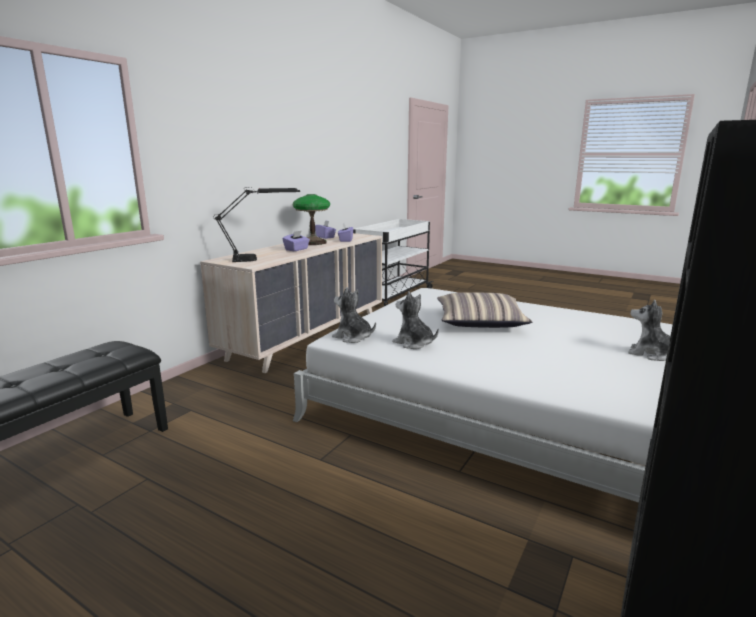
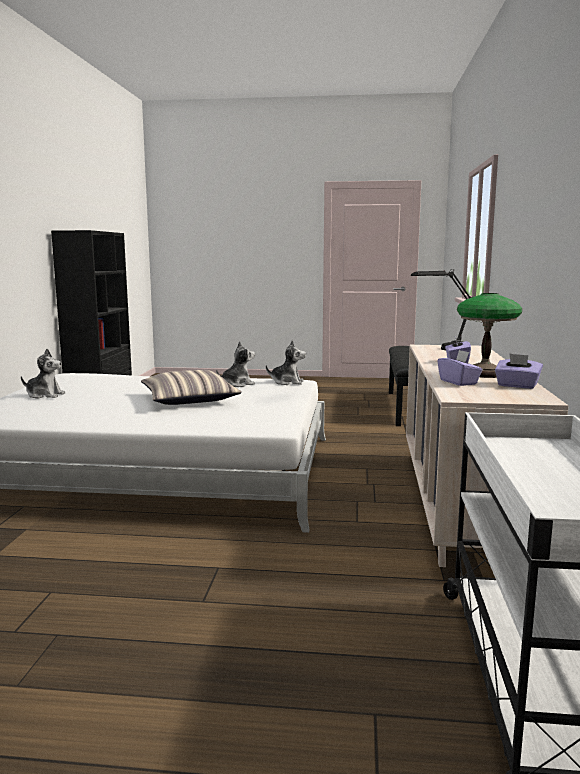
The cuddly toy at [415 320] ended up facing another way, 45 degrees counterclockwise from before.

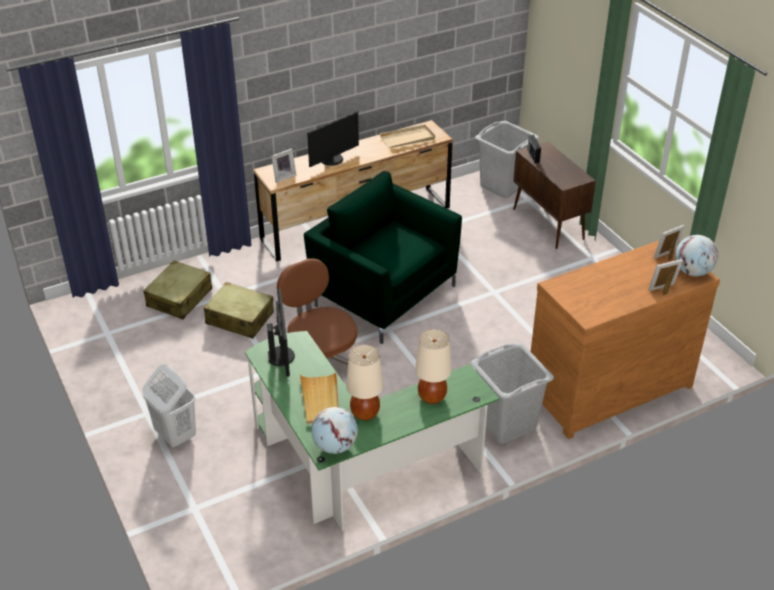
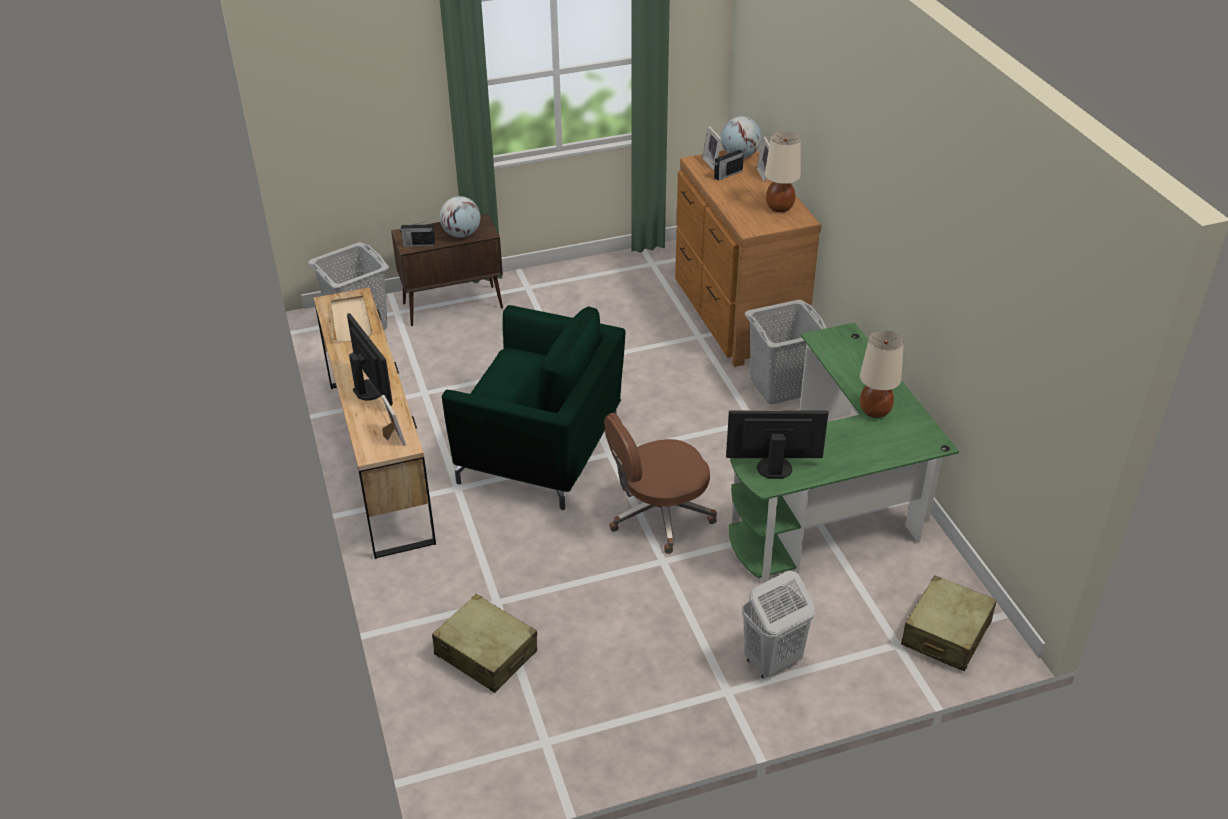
The second view lost the carrying tray in sand-coloured at [319 398]. The second view gained the radio receiver at [729 164]. The piece of luggage in sand-coloured ended up elsewhere, having gone from [239 310] to [949 623]. The desk globe ended up elsewhere, having gone from [334 430] to [460 217]. The table lamp in sand-coloured ended up elsewhere, having gone from [433 366] to [783 171]. The lounge chair in green-coloured at [383 257] ended up facing another way, 120 degrees counterclockwise from before.

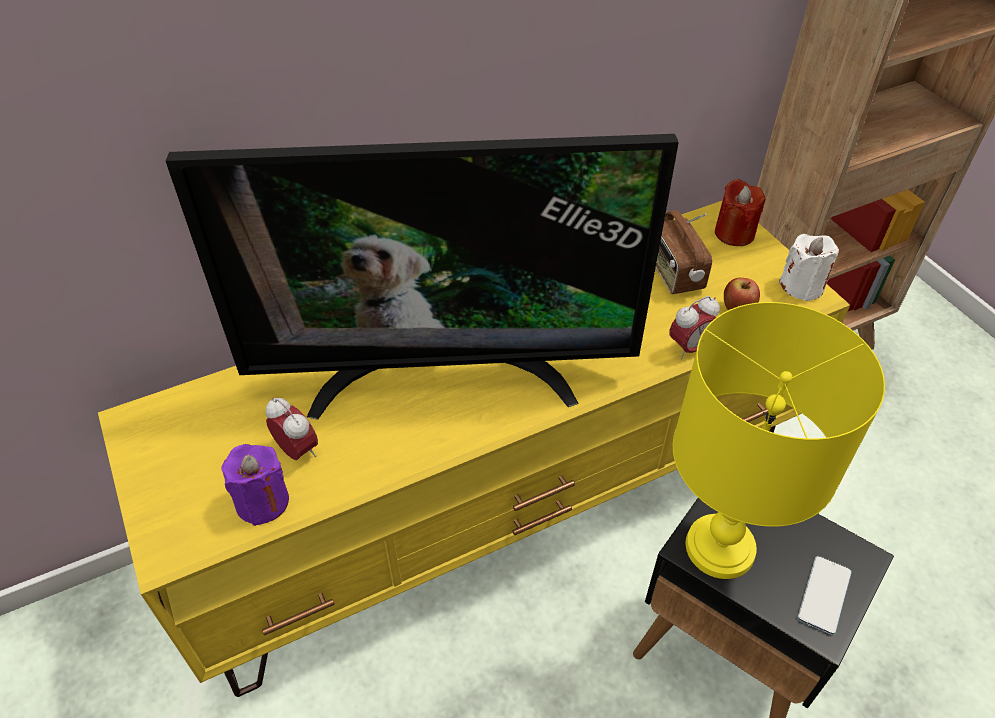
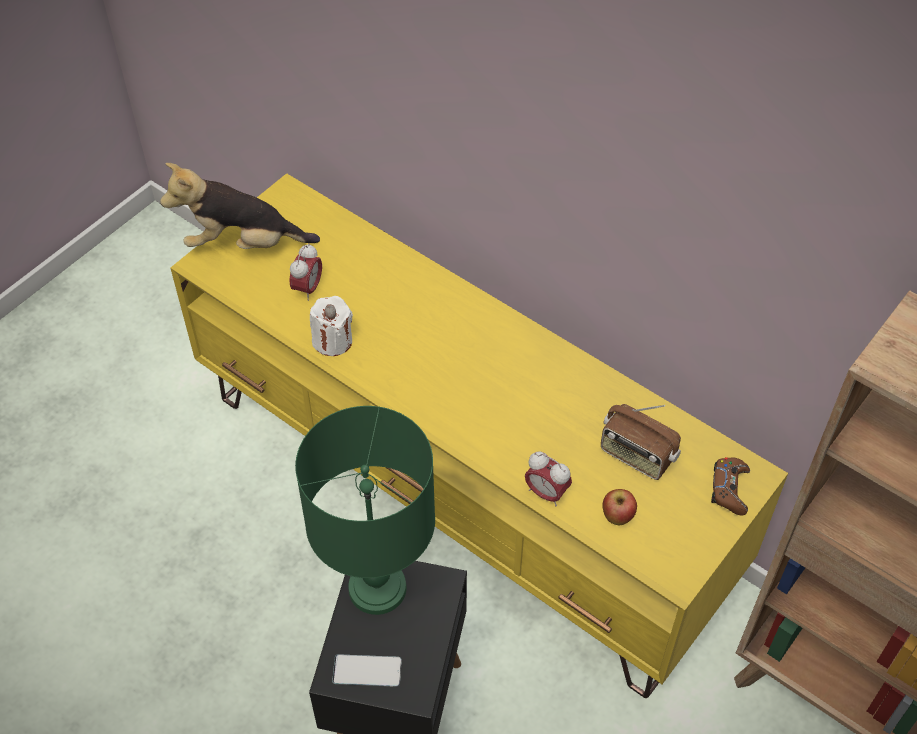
The second view lost the television at [422 276]. The second view lost the wax light in purple at [255 485]. The second view gained the cuddly toy at [240 206]. The wax light in white-coloured ended up elsewhere, having gone from [809 267] to [331 326]. Where the wax light in red stood at [740 212], the gamepad in brown-coloured came to stand at [730 486]. What was the table lamp in yellow-coloured at [779 440] turned into the table lamp in green-coloured at [365 510]. The radio receiver at [684 252] ended up facing another way, 105 degrees counterclockwise from before.

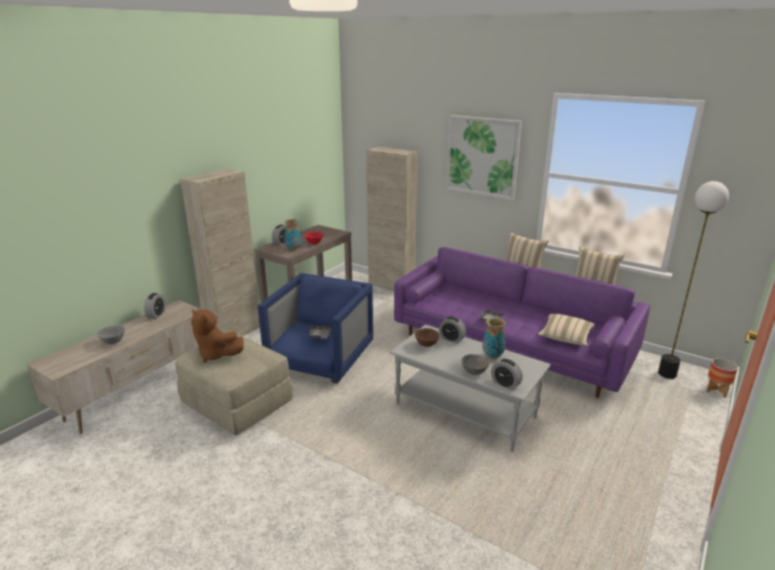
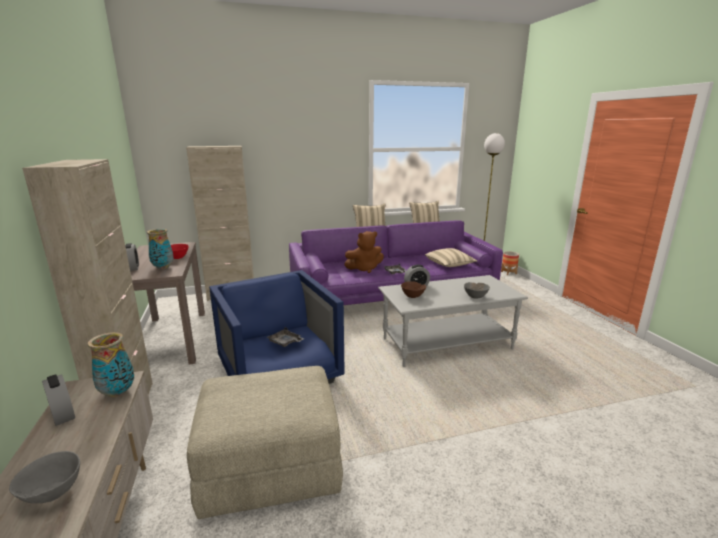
The second view lost the wall art at [484 157]. The second view lost the bedside clock at [507 374]. The cuddly toy in brown-coloured ended up elsewhere, having gone from [217 336] to [364 252]. The decorative vase ended up elsewhere, having gone from [494 338] to [111 364].

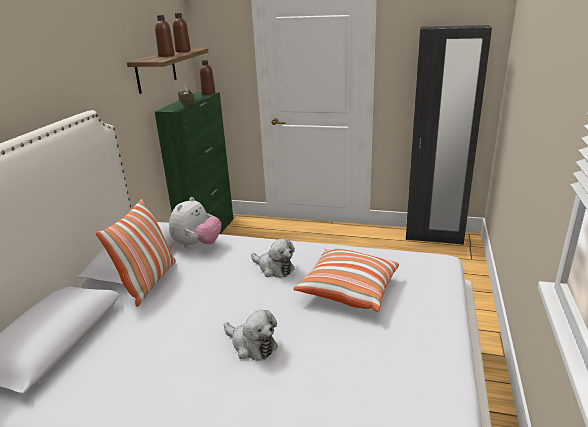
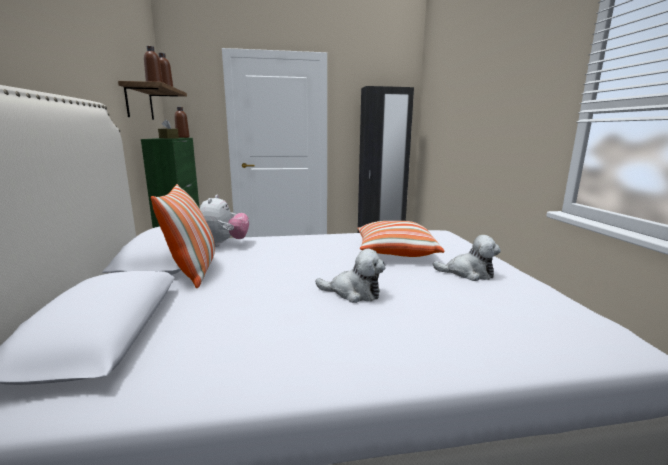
The cuddly toy ended up elsewhere, having gone from [273 258] to [467 258].

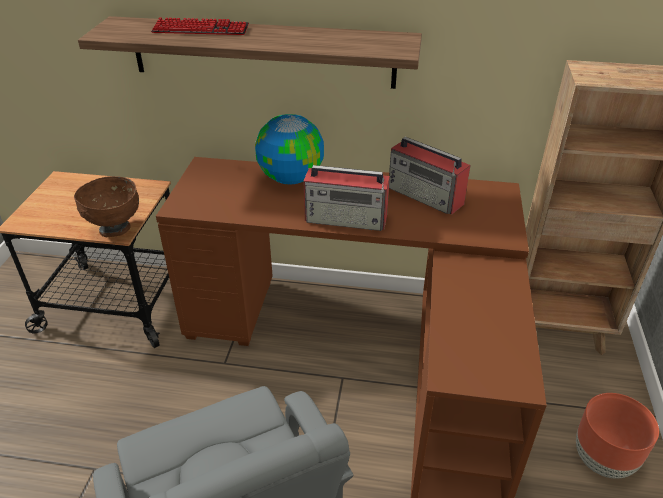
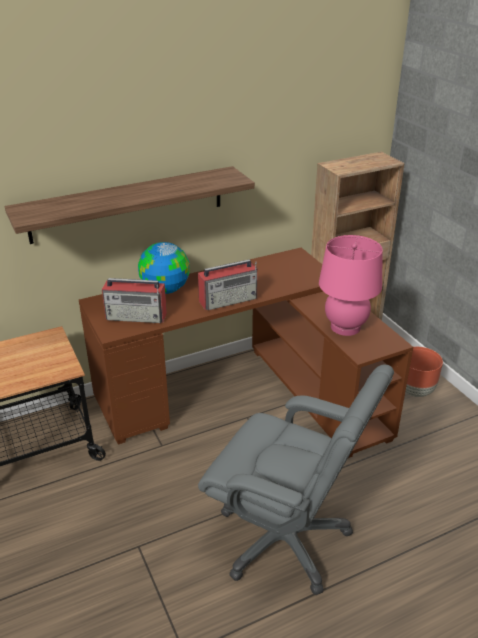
The second view lost the deep dish in brown-coloured at [106 206]. The second view lost the computer keyboard at [200 26]. The second view gained the table lamp in pink at [351 285]. The radio receiver ended up elsewhere, having gone from [429 176] to [134 300].

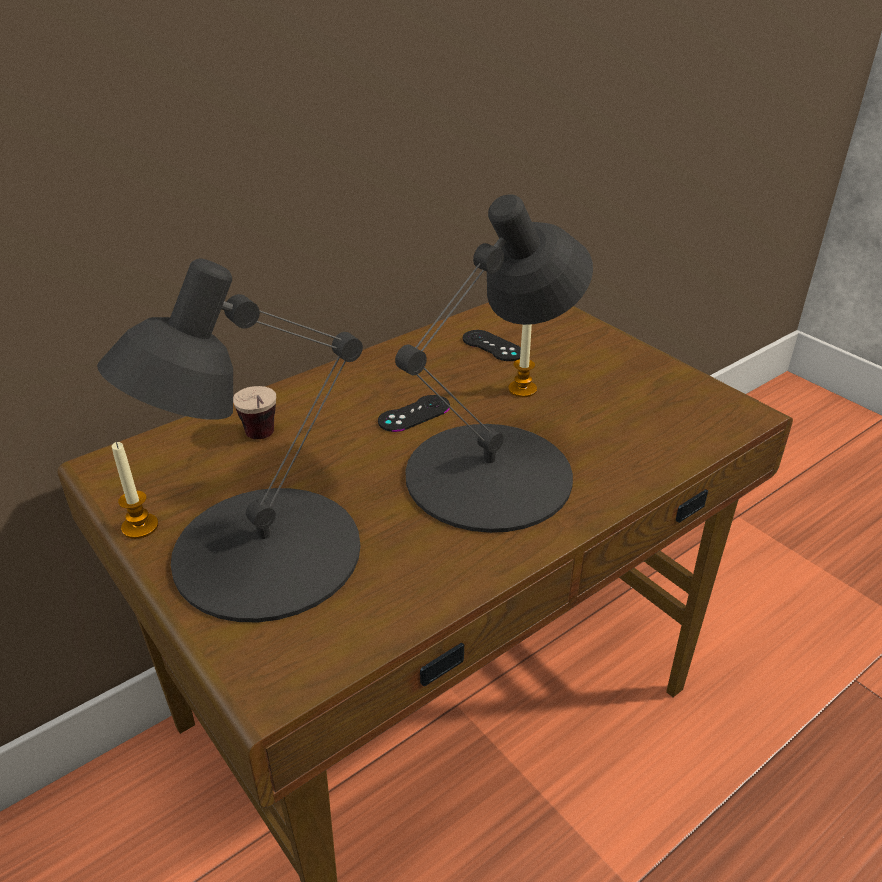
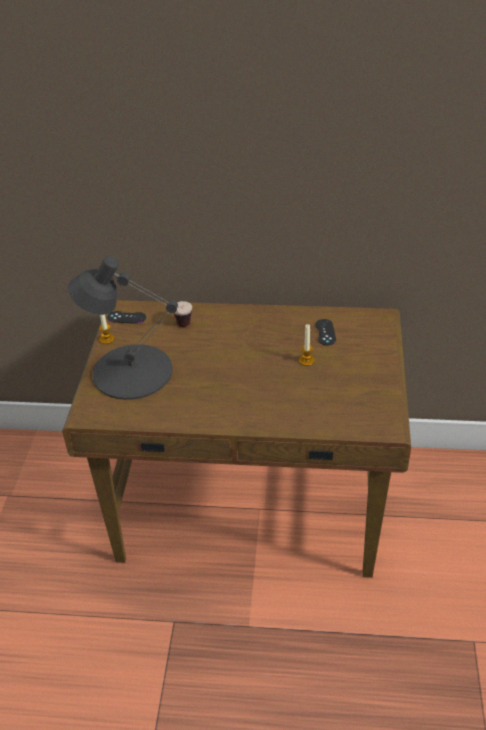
The second view lost the table lamp in black at [494 363]. The gamepad in black ended up elsewhere, having gone from [414 413] to [127 317].

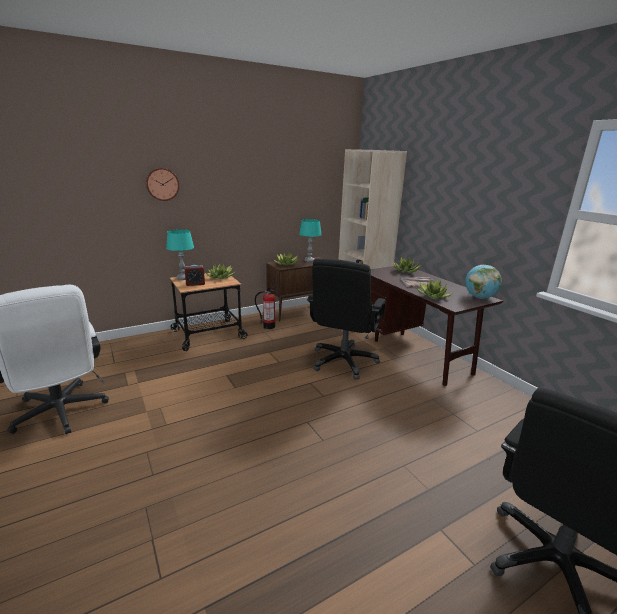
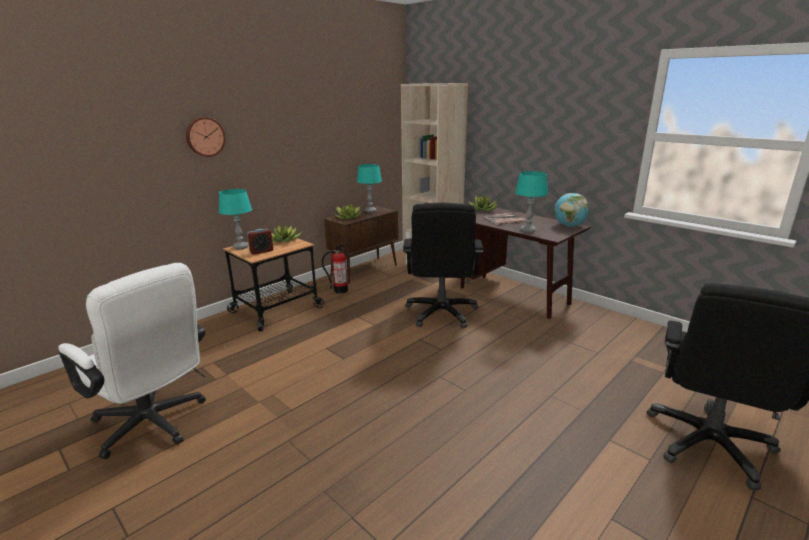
Where the plant in a pot stood at [435 289], the table lamp in turquoise came to stand at [531 202].

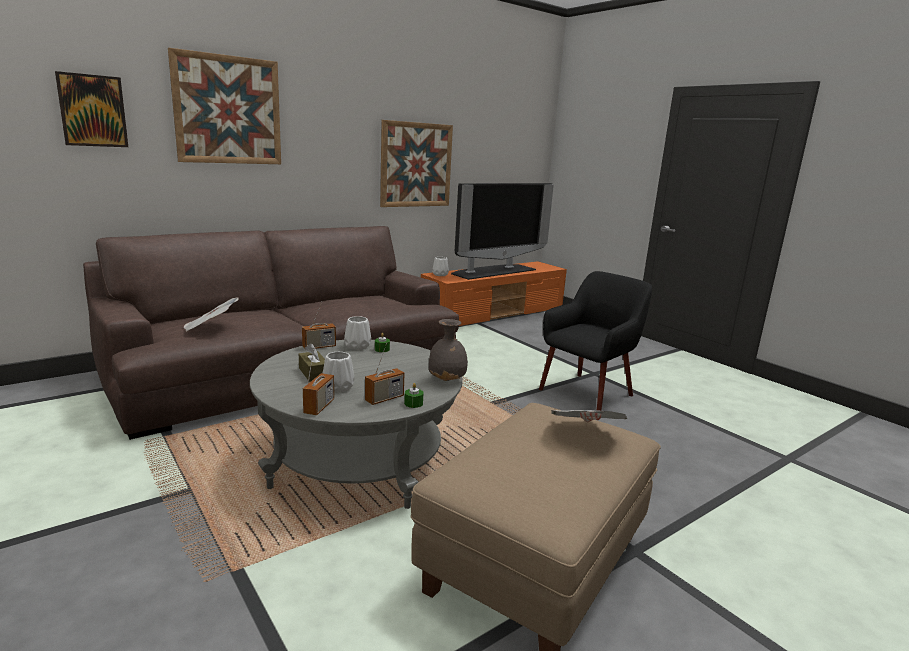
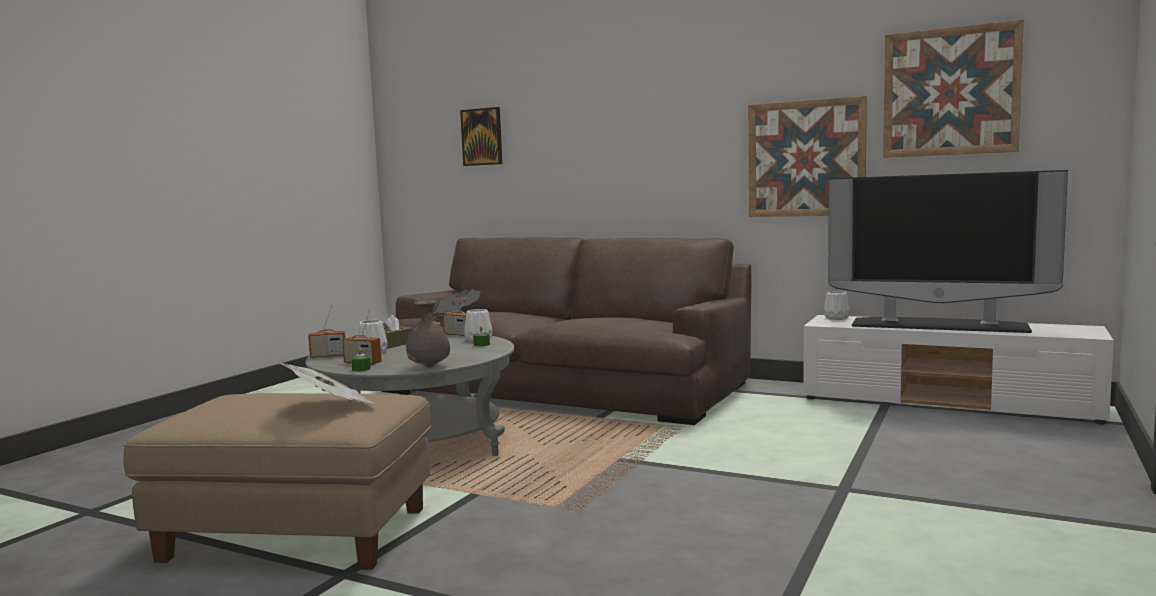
The second view lost the lounge chair in black at [595 341]. The wall art ended up elsewhere, having gone from [224 106] to [953 89]. What was the tv unit in orangey at [494 293] turned into the tv unit in white-coloured at [959 369].

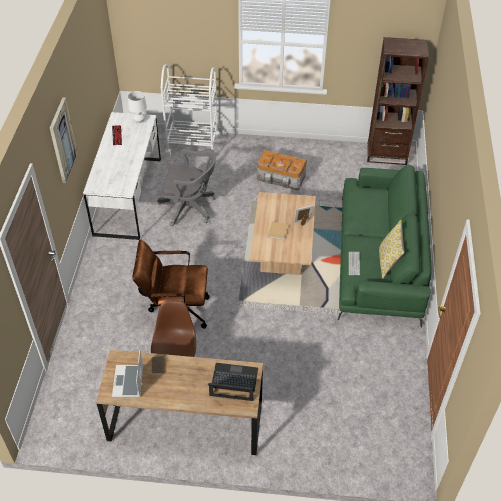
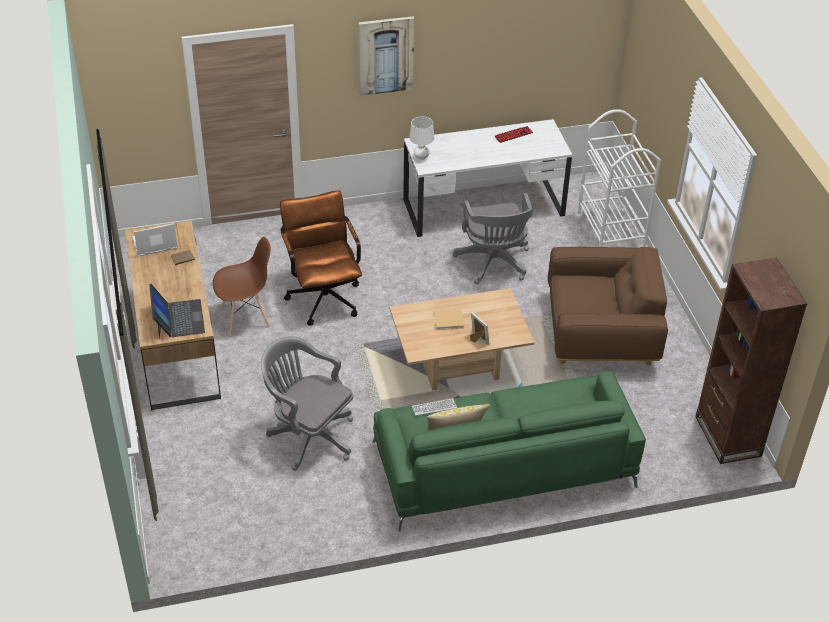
The second view gained the computer chair in gray at [307 403]. The table lamp in white-coloured ended up elsewhere, having gone from [137 107] to [421 138]. Where the storage container stood at [282 170], the lounge chair in brown-coloured came to stand at [608 306].

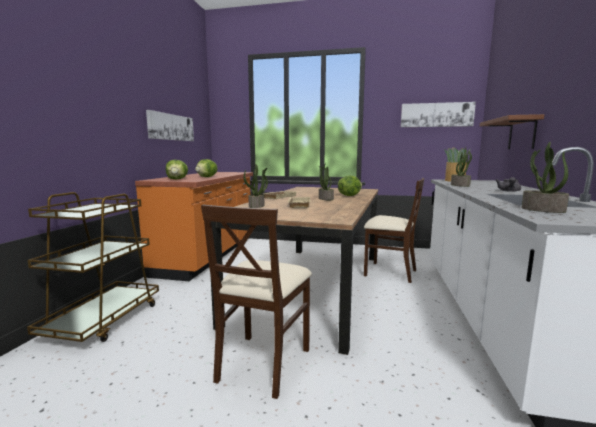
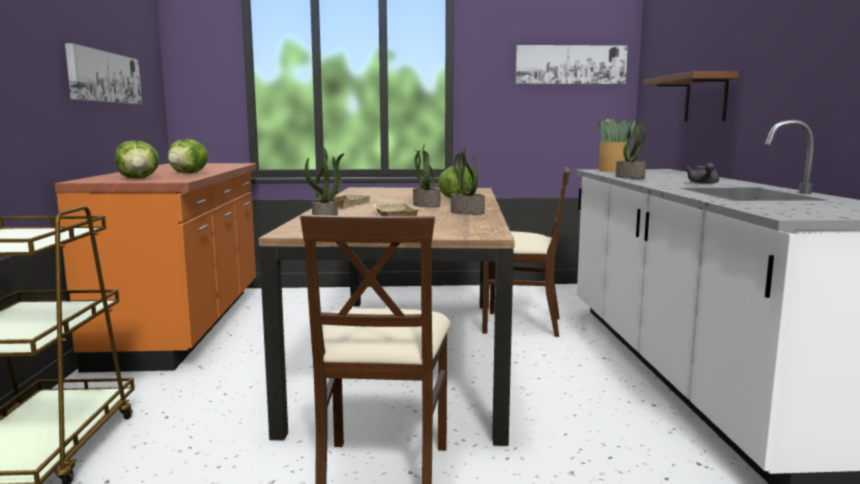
The plant in a pot ended up elsewhere, having gone from [545 177] to [468 180].

